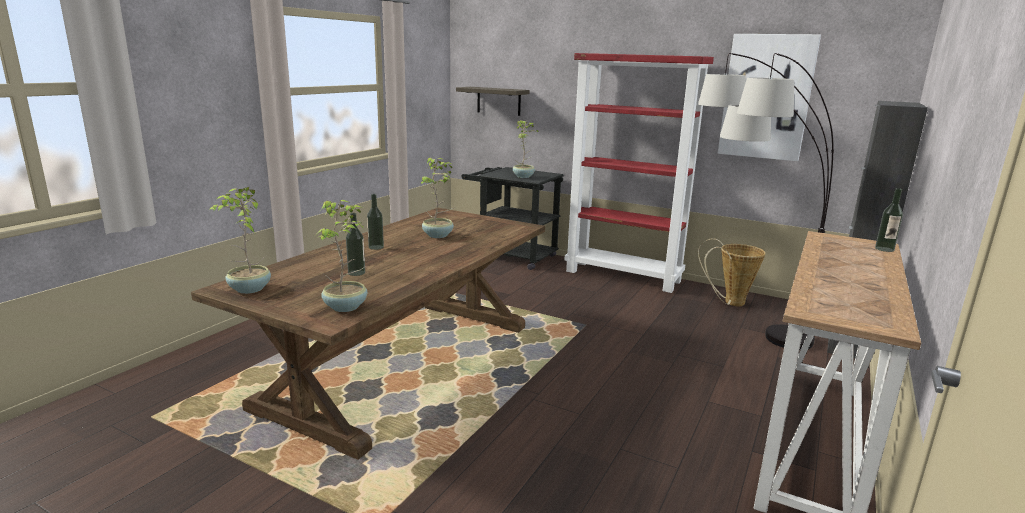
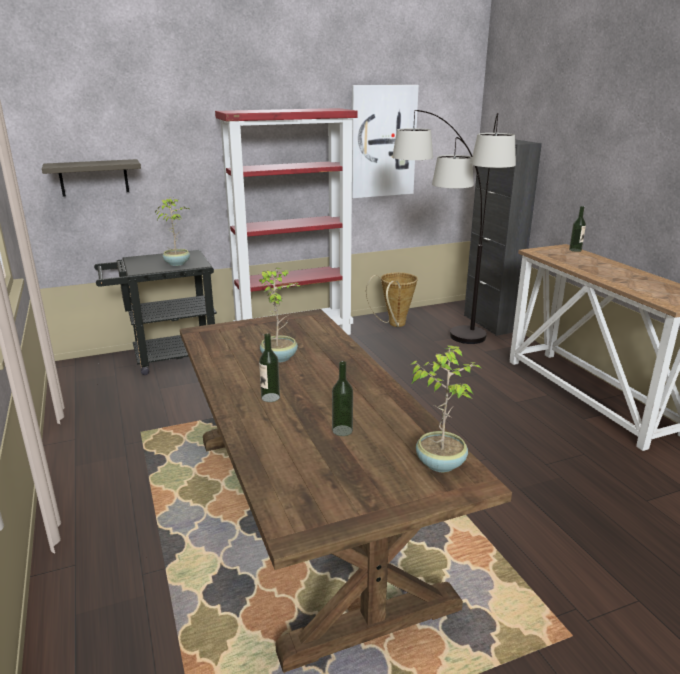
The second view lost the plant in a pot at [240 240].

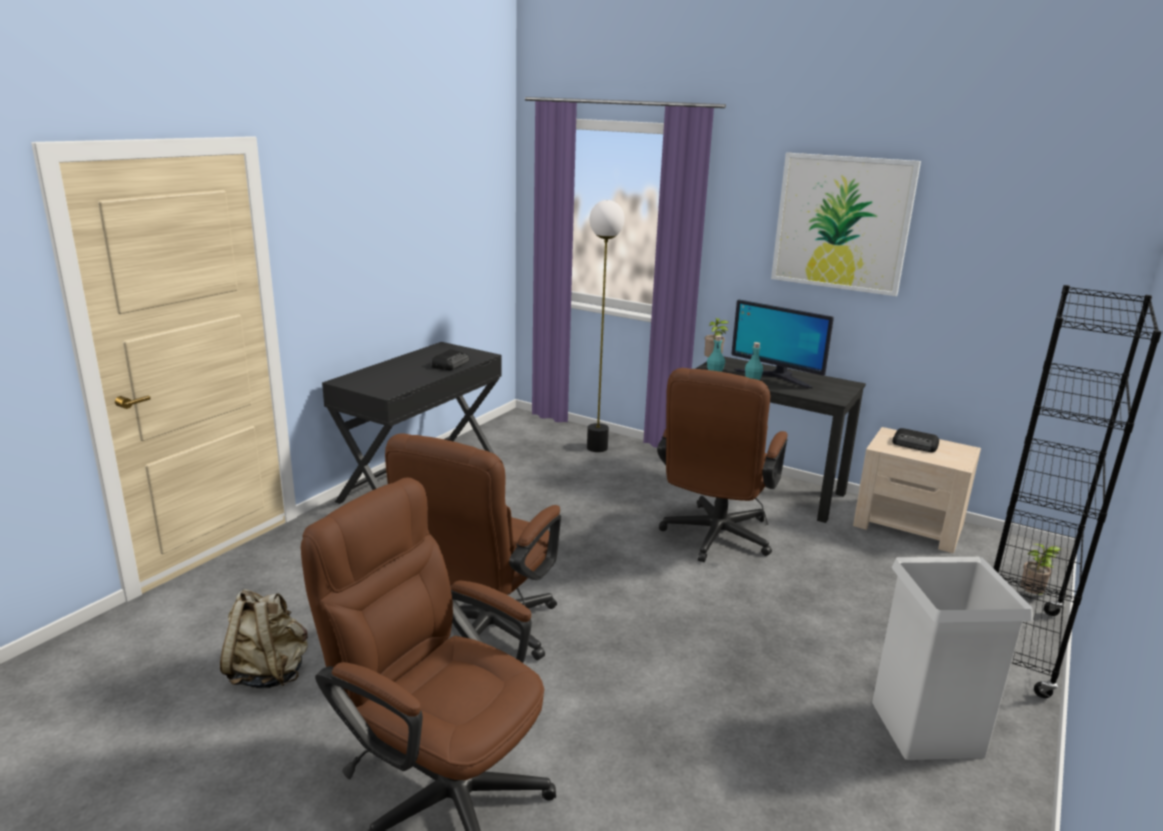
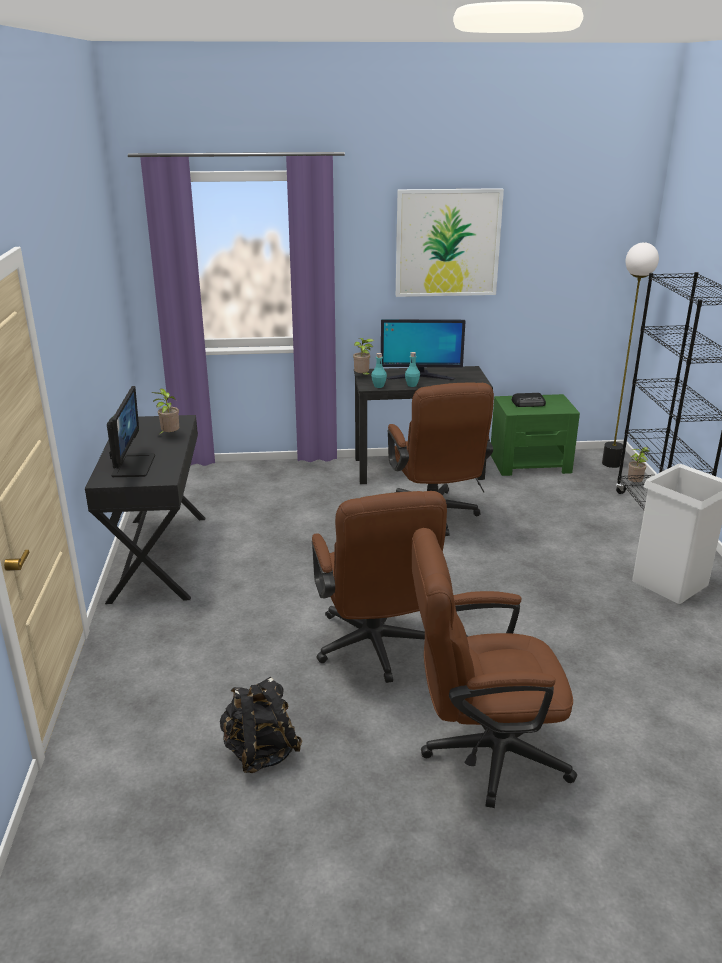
The second view gained the monitor at [131 431]. The standard lamp ended up elsewhere, having gone from [606 326] to [630 355]. Where the radio receiver stood at [451 359], the plant in a pot came to stand at [165 411]. What was the knapsack in sand-coloured at [264 639] turned into the knapsack in black at [261 725]. What was the night table in sand-coloured at [917 490] turned into the night table in green-coloured at [535 435].

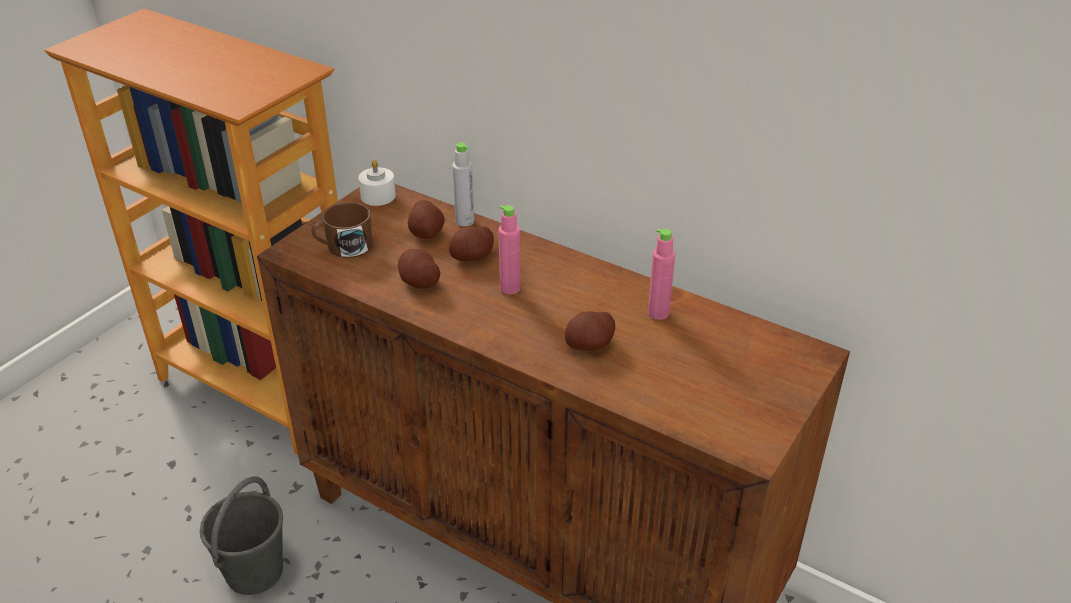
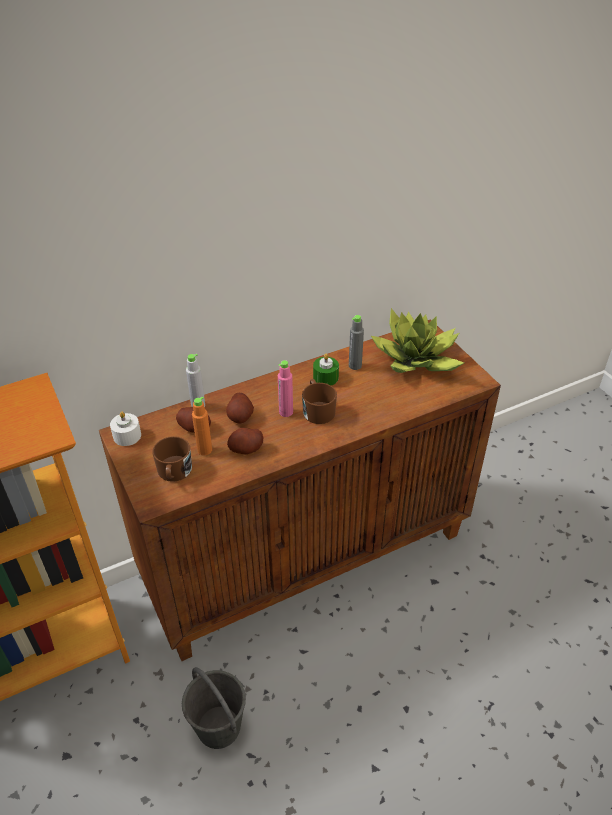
The second view lost the potato at [590 331]. The second view gained the bottle in orangey at [202 426]. The second view gained the mug in brown-coloured at [319 401]. The second view gained the wax light in green-coloured at [326 369]. The second view gained the plant in a pot at [417 340]. What was the bottle in pink at [661 274] turned into the bottle in gray at [356 342].

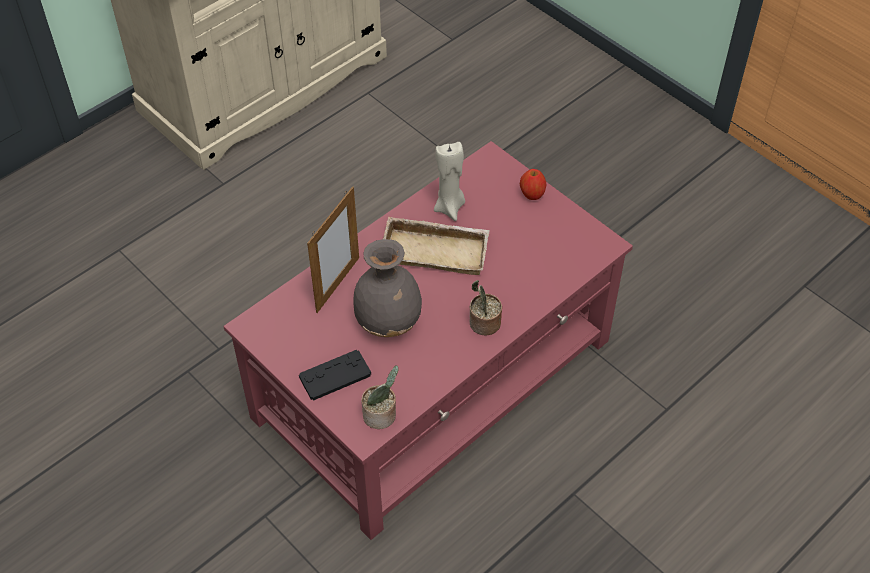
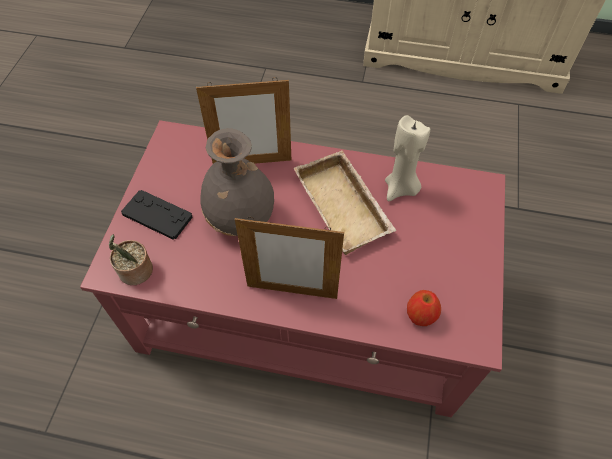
The apple fruit ended up elsewhere, having gone from [533 184] to [424 308]. Where the plant in a pot stood at [486 307], the picture frame came to stand at [289 258].

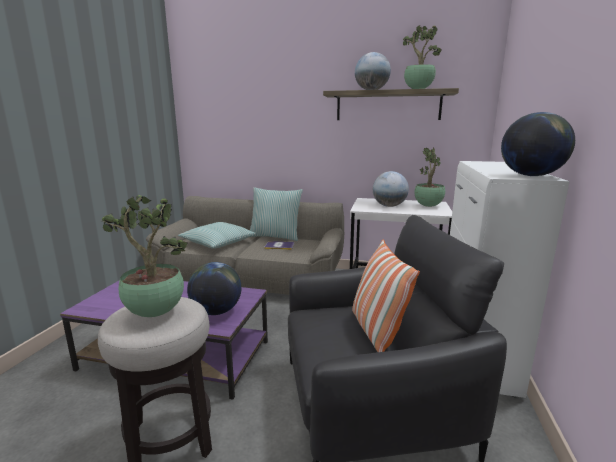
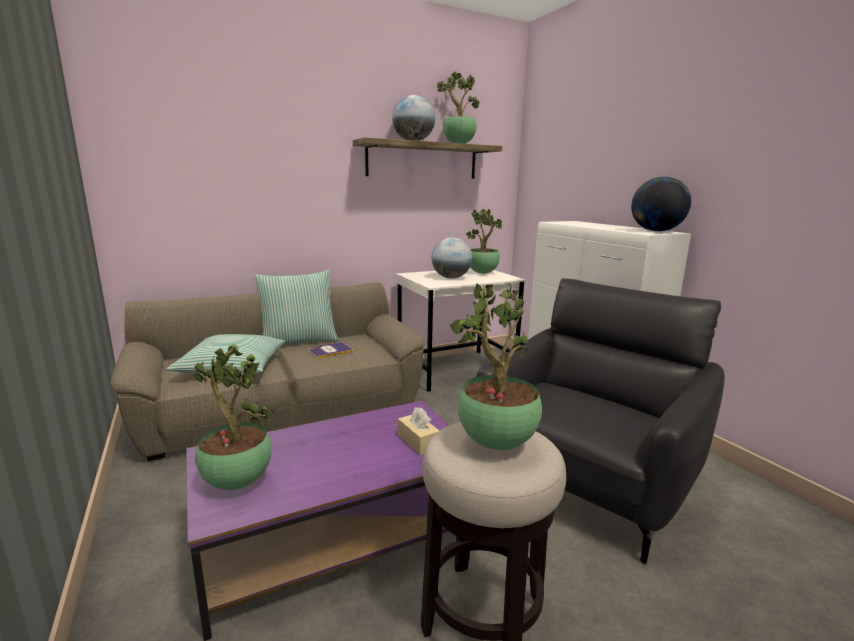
The second view lost the cushion at [386 296]. The second view gained the plant in a pot at [233 417]. Where the desk globe stood at [214 288], the tissue holder in sand-coloured came to stand at [418 431].

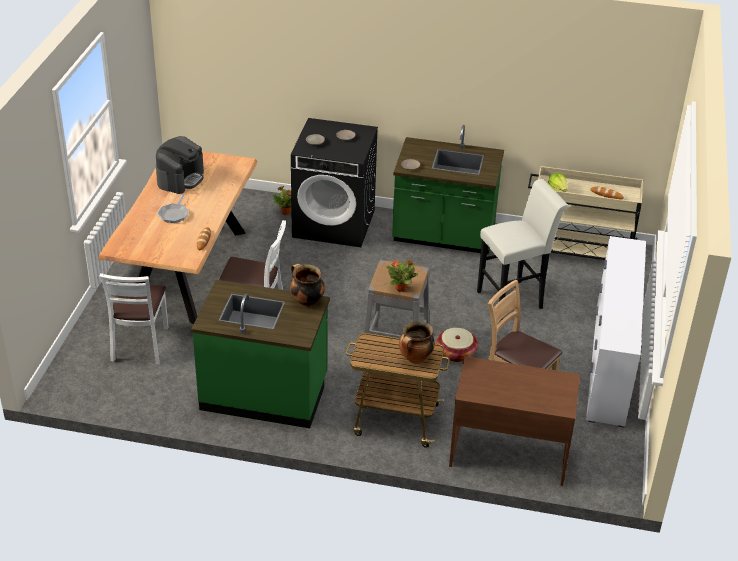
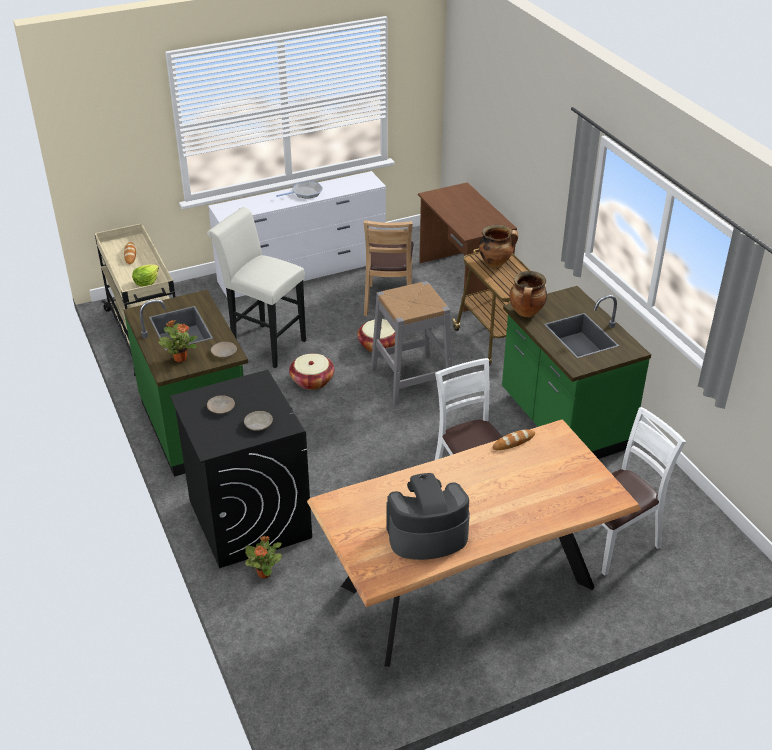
The second view gained the household basket at [311 371]. The pan ended up elsewhere, having gone from [173 208] to [299 190]. The plant in a pot ended up elsewhere, having gone from [402 275] to [177 341].

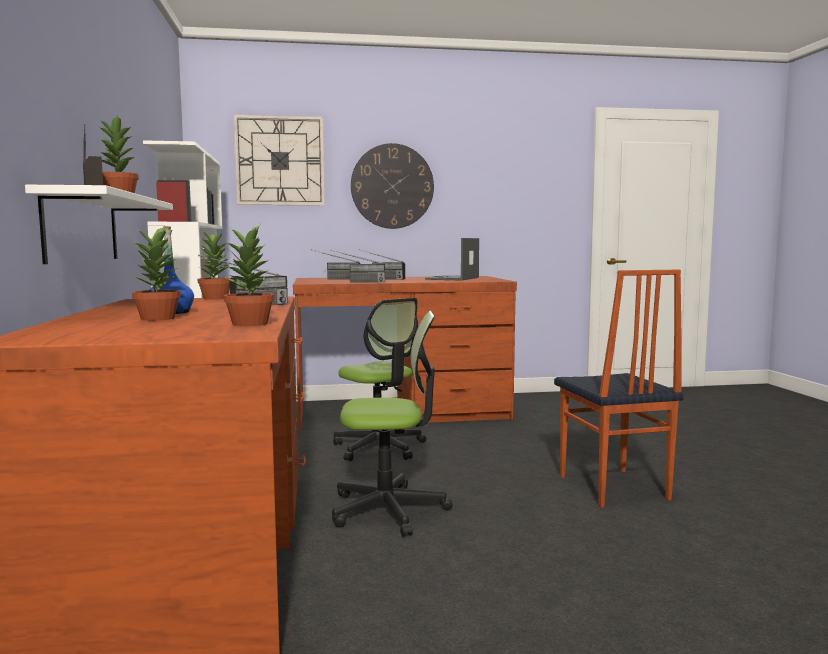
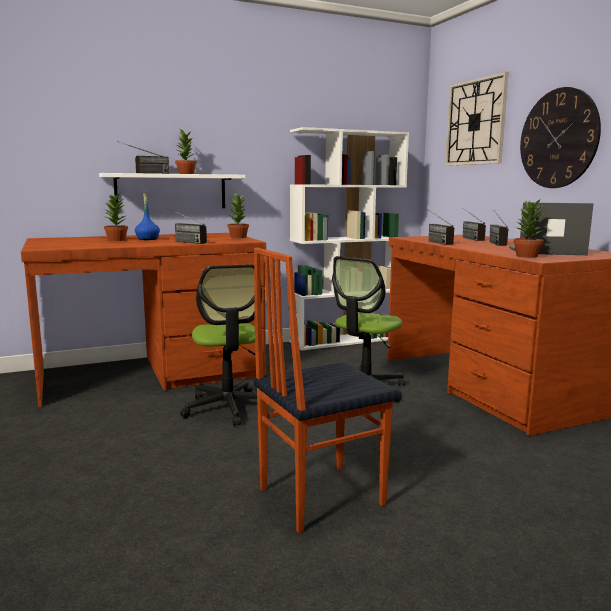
The plant in a pot ended up elsewhere, having gone from [249 275] to [528 228].

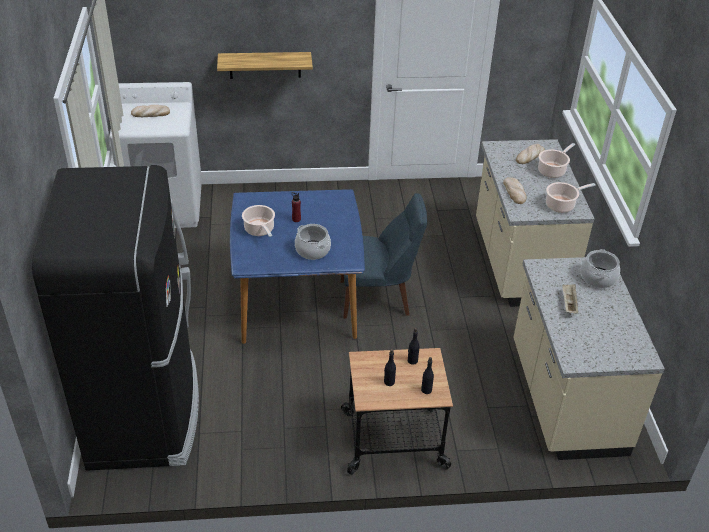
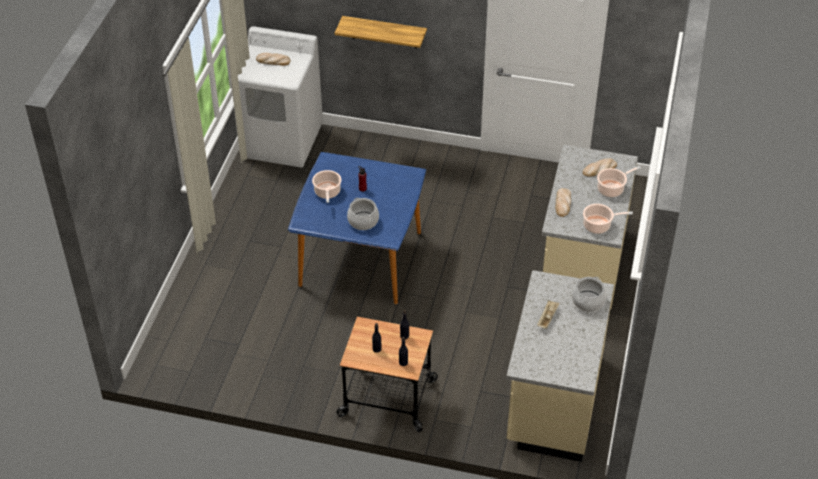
The second view lost the refrigerator in black at [115 318]. The second view lost the upright chair in blue at [383 255].

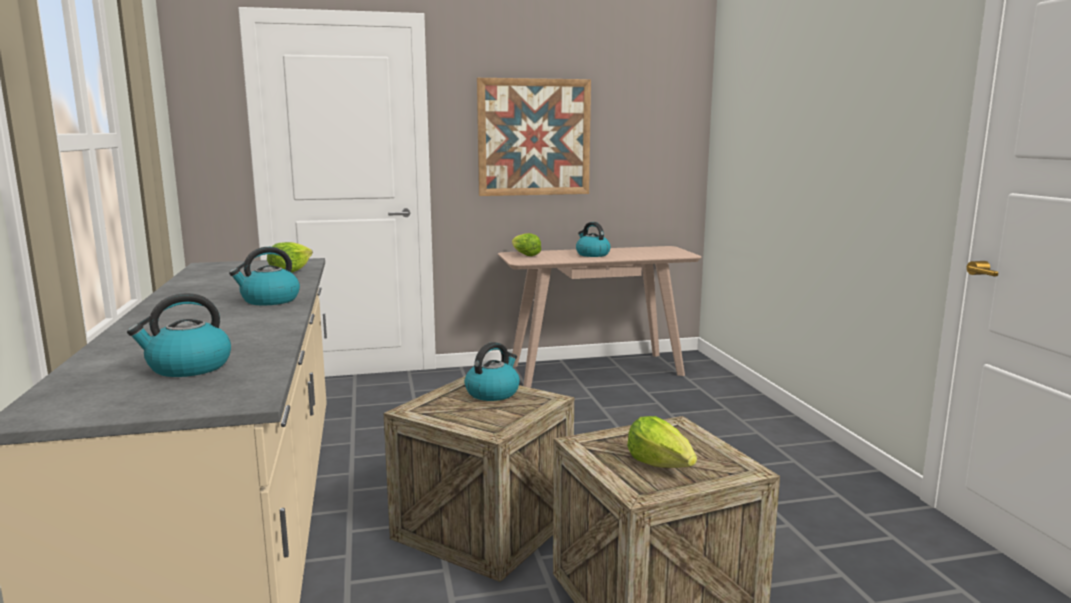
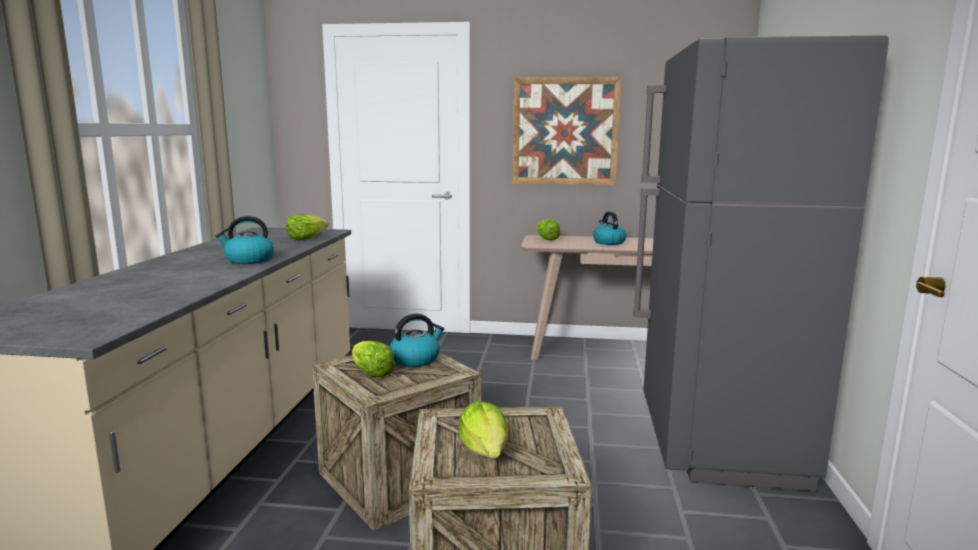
The second view lost the kettle at [179 335]. The second view gained the lettuce head at [373 359]. The second view gained the refrigerator in gray at [761 263].

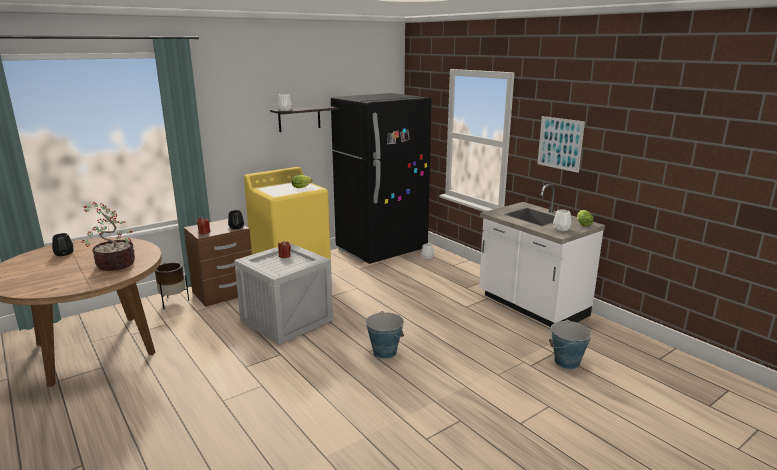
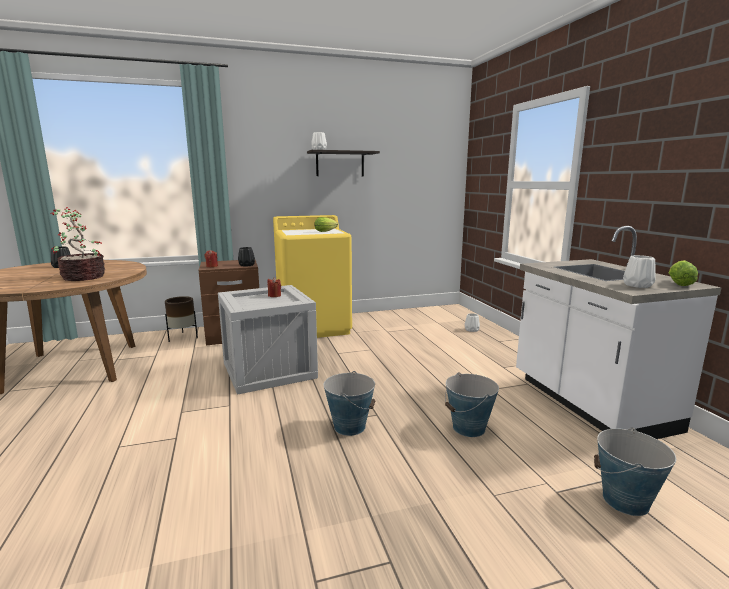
The second view lost the refrigerator in black at [381 178]. The second view lost the wall art at [561 144]. The second view gained the pail at [472 404].

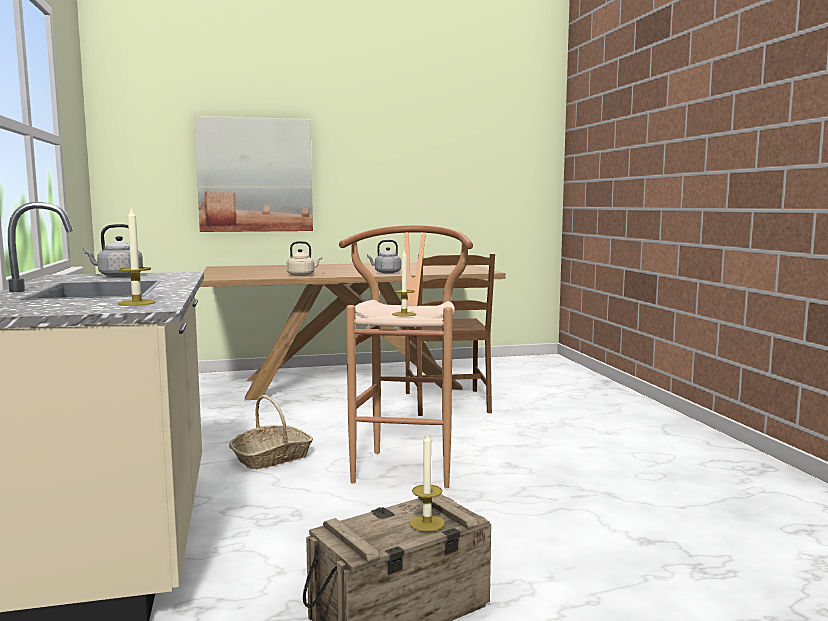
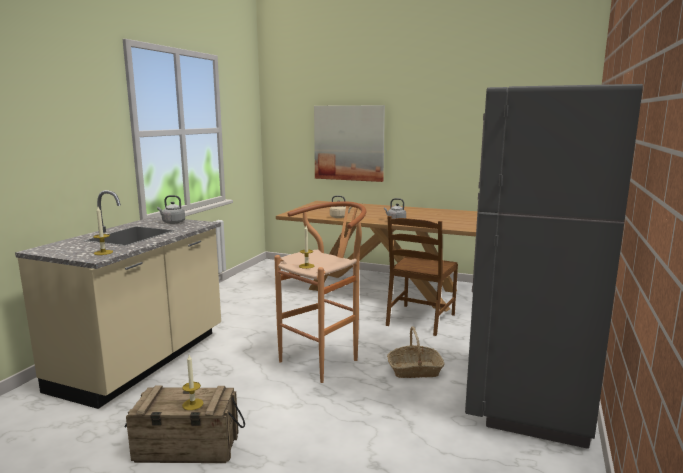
The second view gained the refrigerator in gray at [554 266]. The household basket ended up elsewhere, having gone from [271 432] to [415 352].

